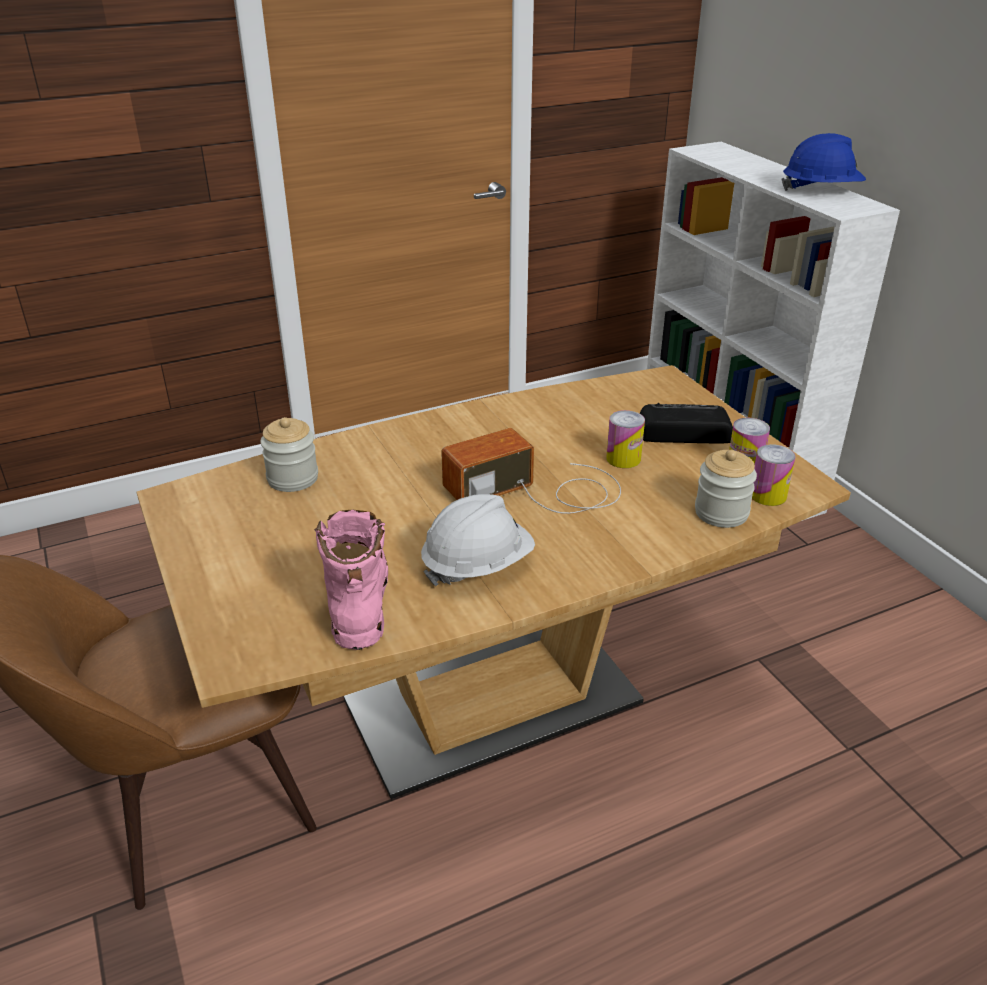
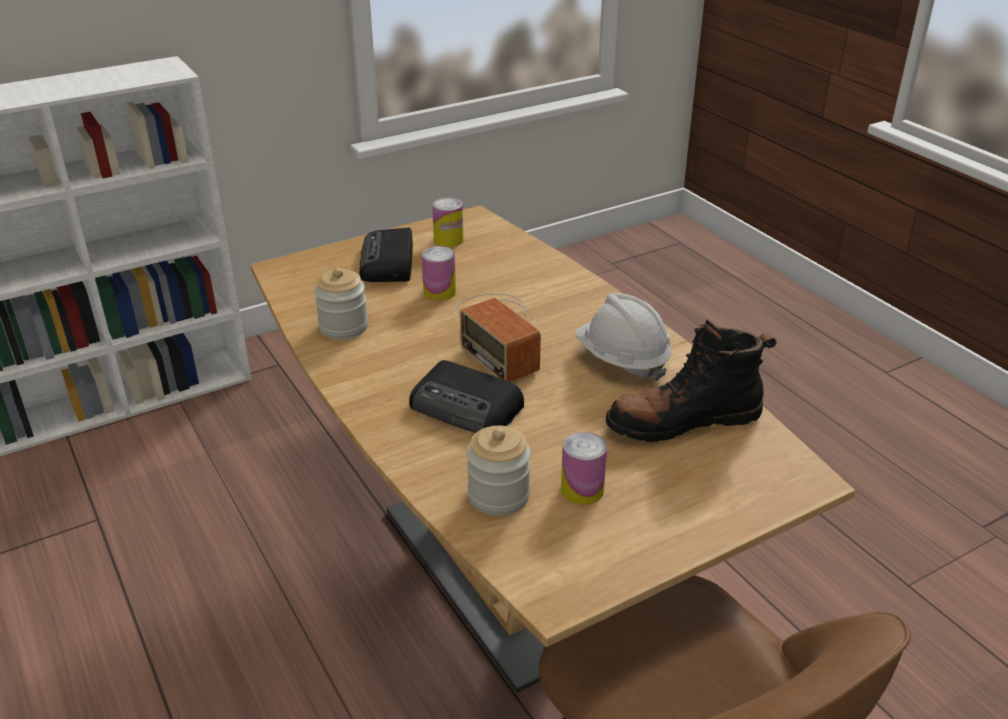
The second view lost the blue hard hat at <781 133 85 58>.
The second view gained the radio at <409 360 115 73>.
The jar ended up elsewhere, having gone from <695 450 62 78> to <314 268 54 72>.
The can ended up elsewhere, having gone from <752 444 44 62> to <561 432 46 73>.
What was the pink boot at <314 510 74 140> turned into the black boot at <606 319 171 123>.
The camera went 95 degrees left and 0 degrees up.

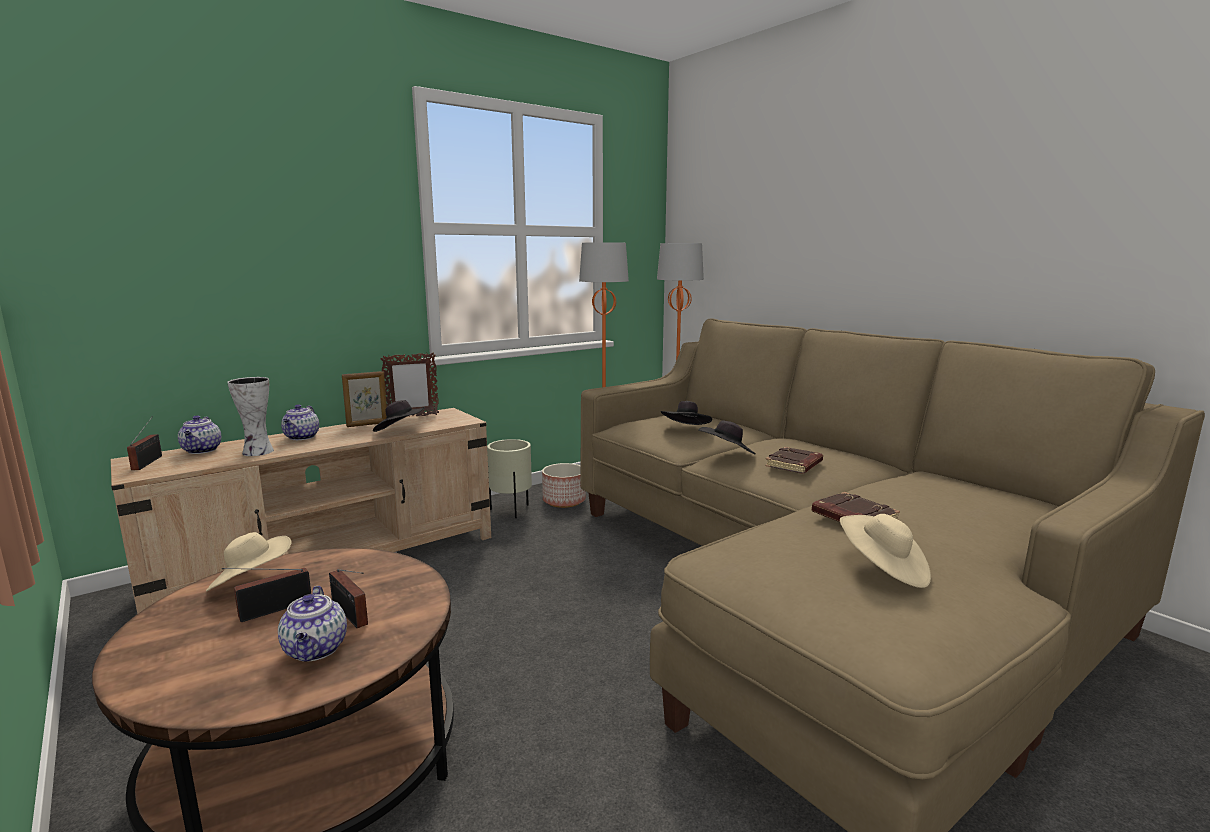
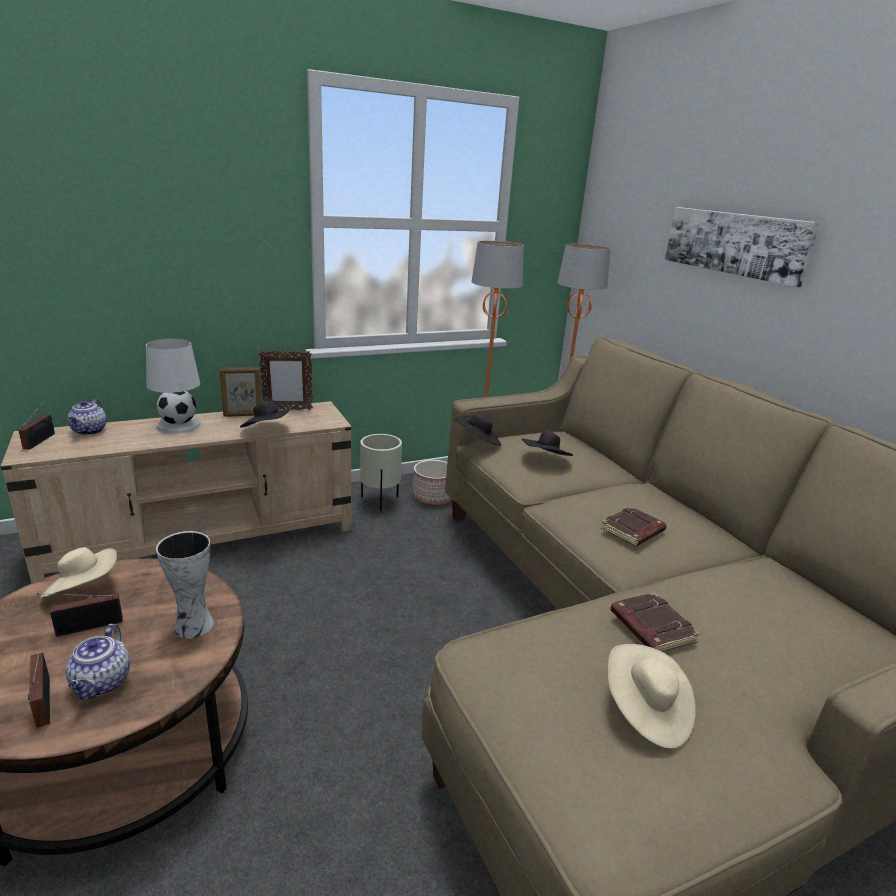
The second view gained the picture at <665 207 155 80>.
The vase ended up elsewhere, having gone from <228 377 46 79> to <156 531 58 108>.
The radio ended up elsewhere, having gone from <329 569 39 59> to <28 652 22 76>.
The black hat ended up elsewhere, having gone from <698 420 58 34> to <455 413 46 33>.
Where the teapot stood at <281 404 38 36>, the white table lamp came to stand at <146 339 55 94>.
The camera went 10 degrees right and 10 degrees up.

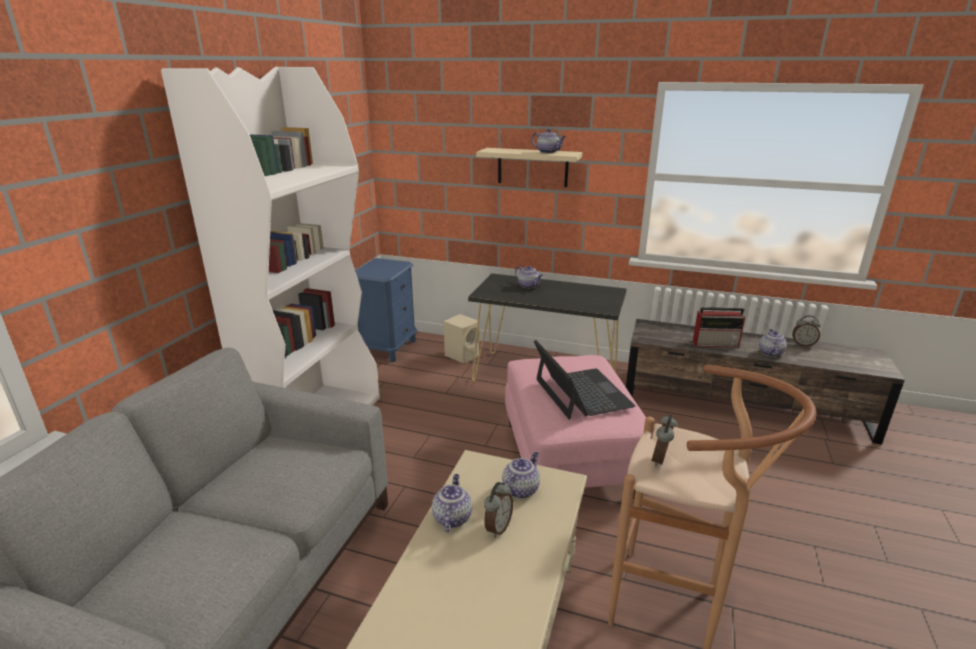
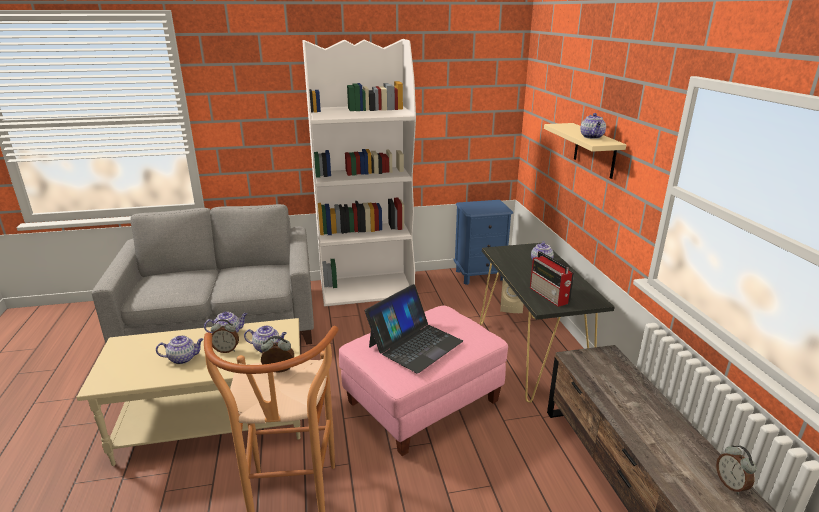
The radio ended up elsewhere, having gone from <693 307 52 40> to <530 251 44 56>.
The teapot ended up elsewhere, having gone from <759 329 28 28> to <156 336 48 28>.
The camera went 60 degrees right and 0 degrees up.

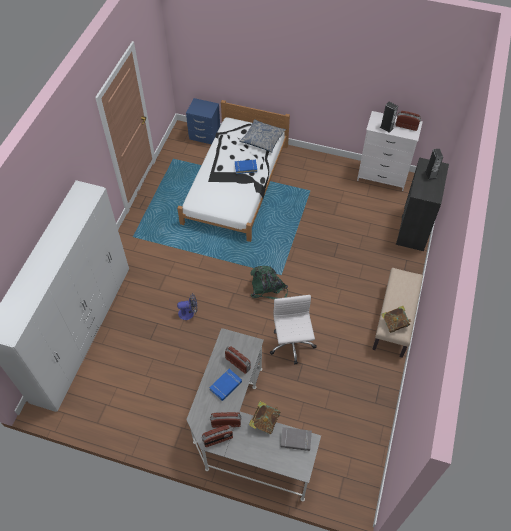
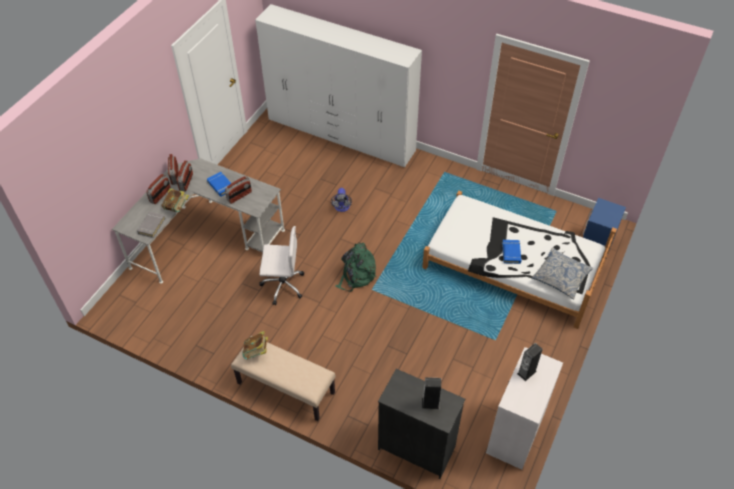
The radio ended up elsewhere, having gone from <395 111 26 20> to <146 174 25 30>.
The camera went 100 degrees right and 5 degrees down.

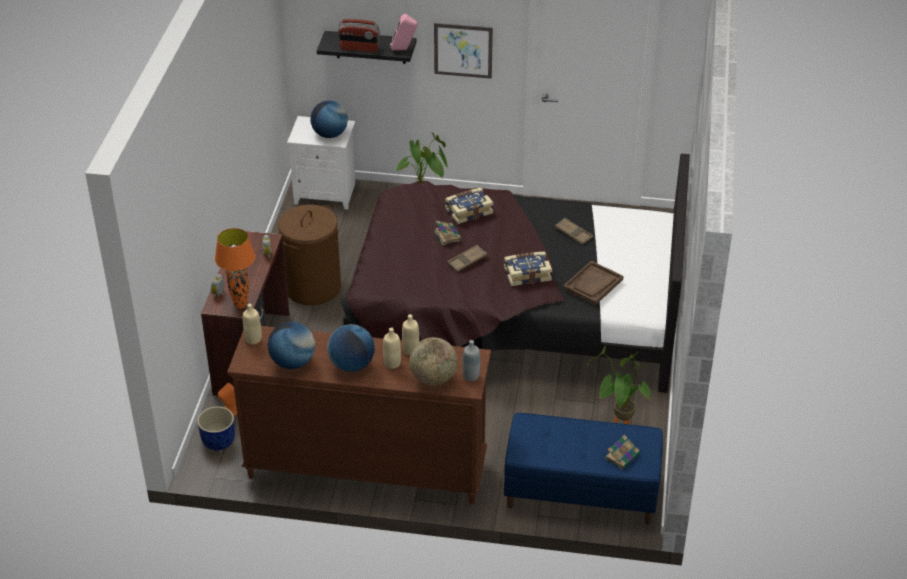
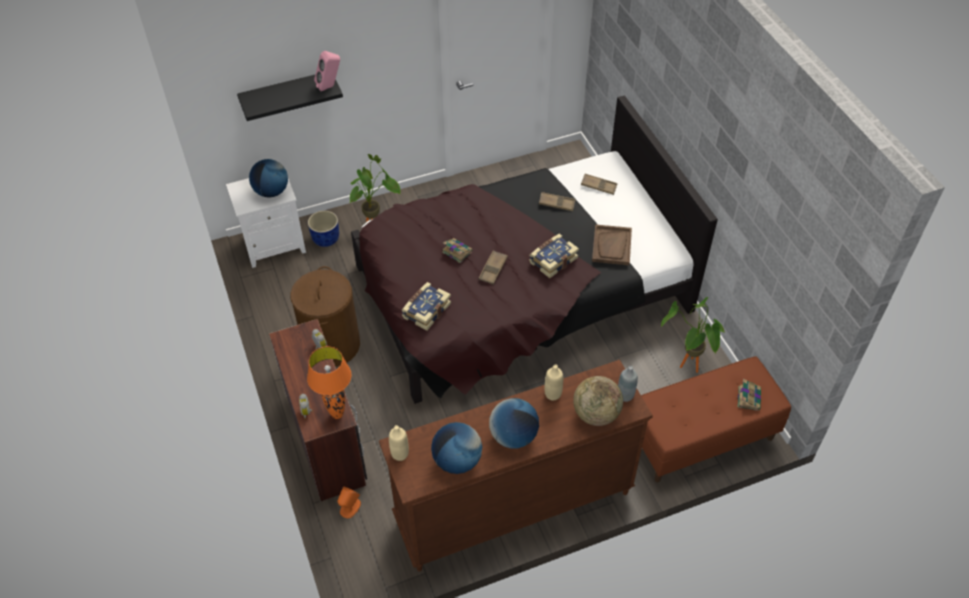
The second view lost the radio at <338 19 42 33>.
The second view lost the beige bottle at <383 327 18 42>.
The second view lost the picture at <434 23 59 56>.
The second view gained the brown tray at <581 174 37 21>.
The blue planter ended up elsewhere, having gone from <197 406 38 45> to <308 211 31 36>.
The book ended up elsewhere, having gone from <445 188 49 36> to <401 282 50 49>.
What was the blue bench at <504 413 159 112> turned into the brown bench at <641 356 150 126>.
The camera went 30 degrees left and 10 degrees up.

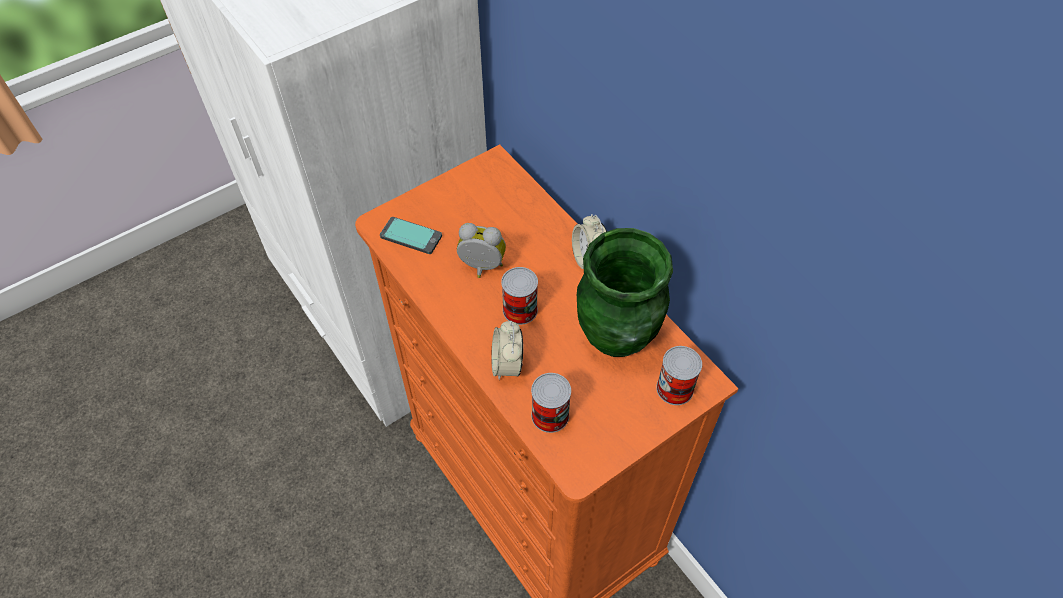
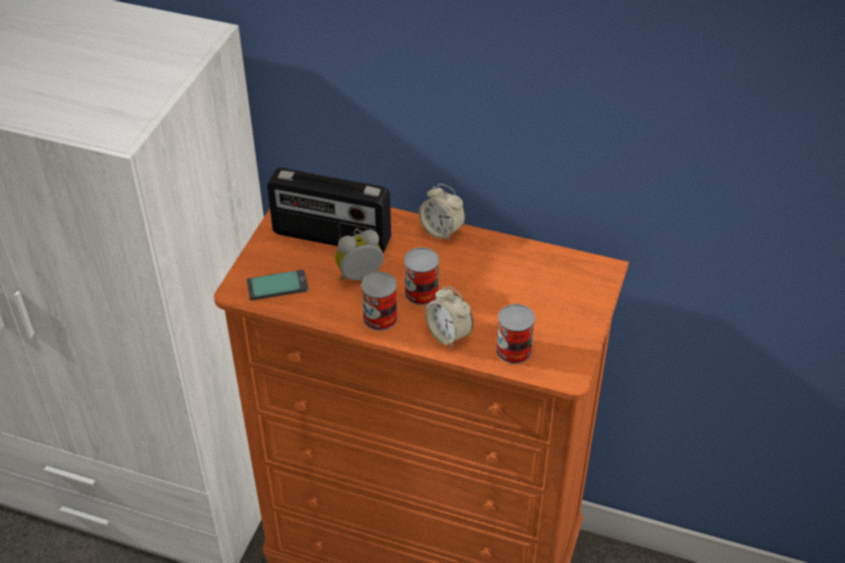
The second view lost the green vase at <577 228 96 129>.
The second view gained the radio at <267 168 124 85>.
The can ended up elsewhere, having gone from <656 346 46 59> to <361 272 37 59>.
The camera went 35 degrees left and 10 degrees down.

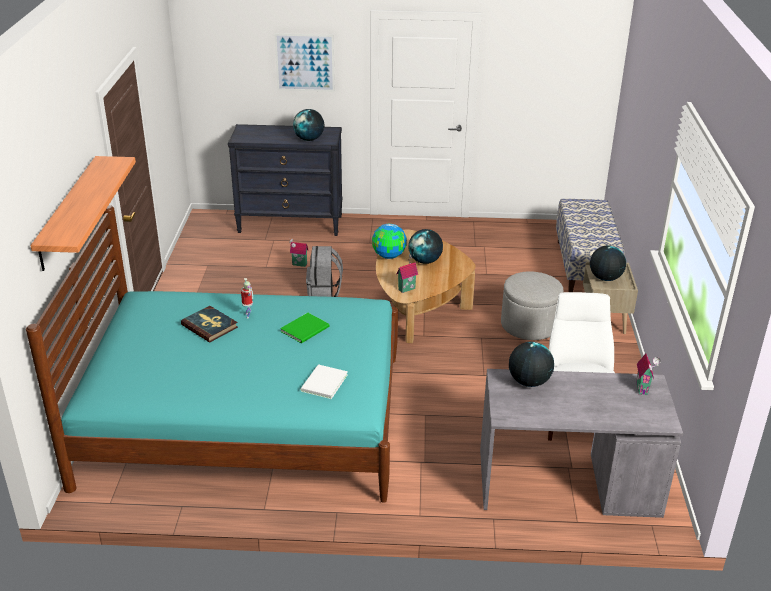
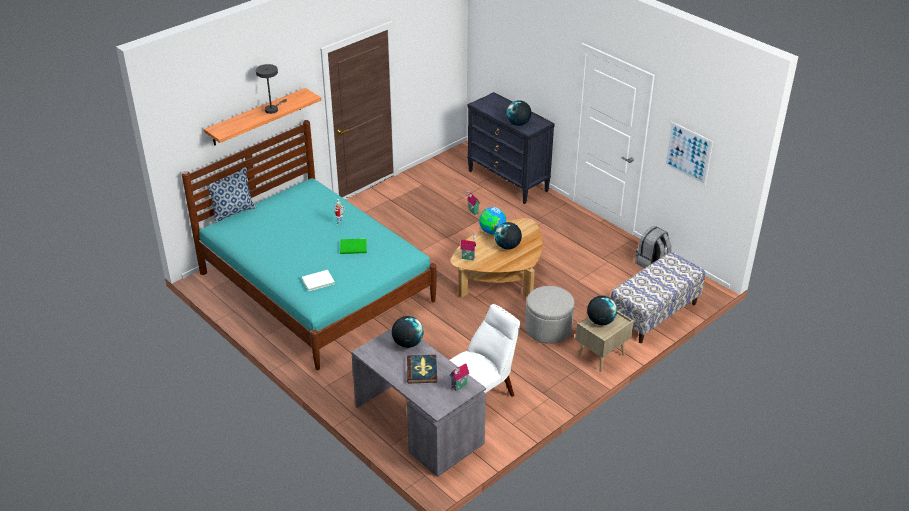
The second view gained the pillow at <206 167 51 56>.
The second view gained the grey table lamp at <256 64 31 50>.
The book ended up elsewhere, having gone from <181 306 57 36> to <407 355 30 28>.
The picture ended up elsewhere, having gone from <275 33 60 59> to <664 121 49 65>.
The grey backpack ended up elsewhere, having gone from <306 246 37 51> to <635 226 36 42>.
The camera went 45 degrees right and 5 degrees up.

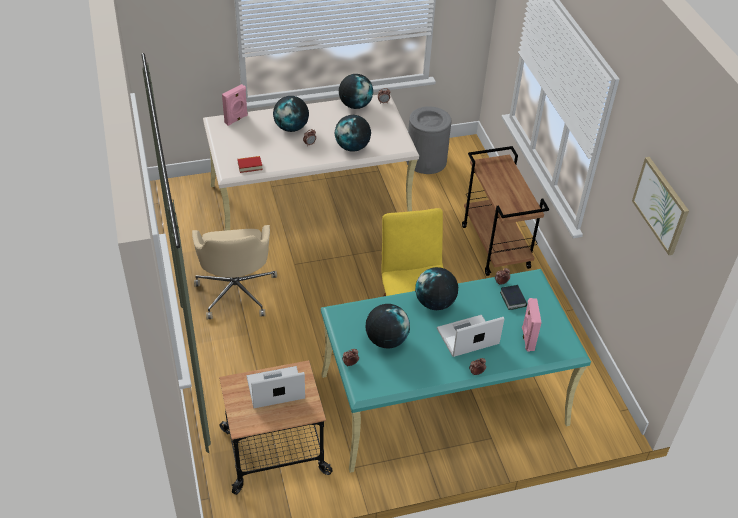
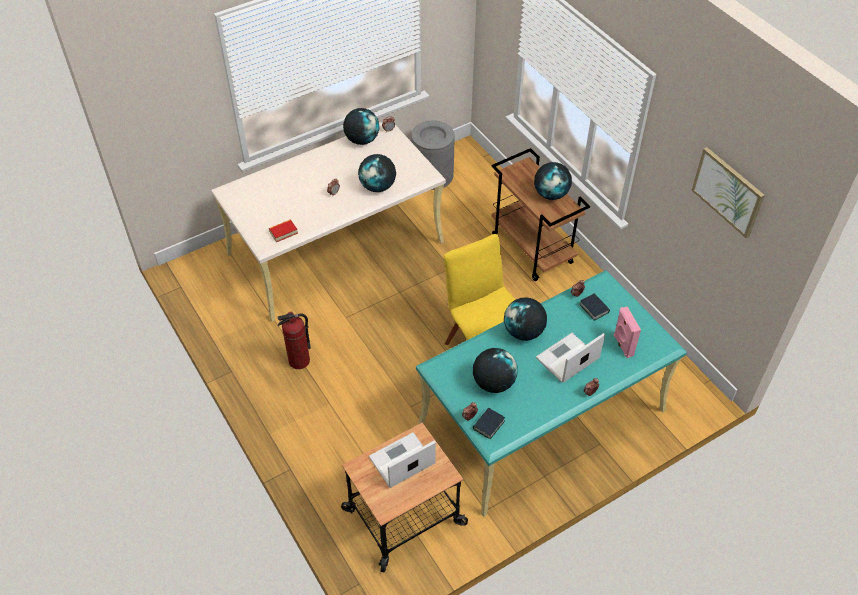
The second view lost the pink speaker at <222 84 26 42>.
The second view gained the book at <473 408 32 31>.
The globe ended up elsewhere, having gone from <273 96 36 36> to <534 162 38 38>.
Where the beige office chair stood at <192 225 85 94>, the fire extinguisher came to stand at <277 312 34 57>.
The camera went 15 degrees left and 5 degrees up.

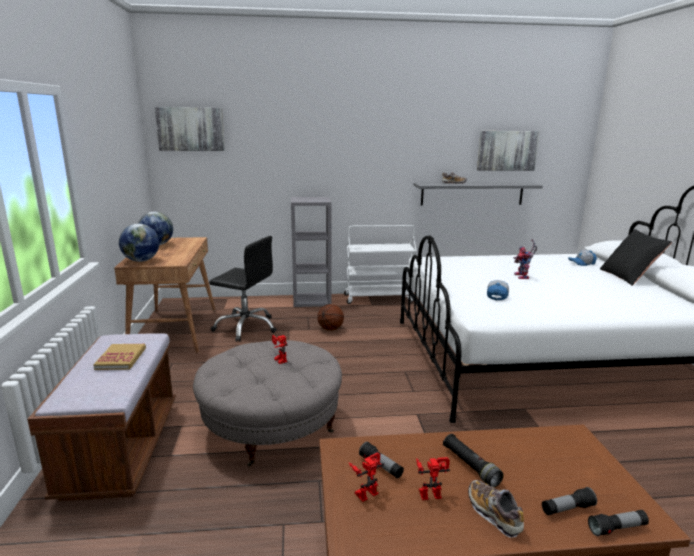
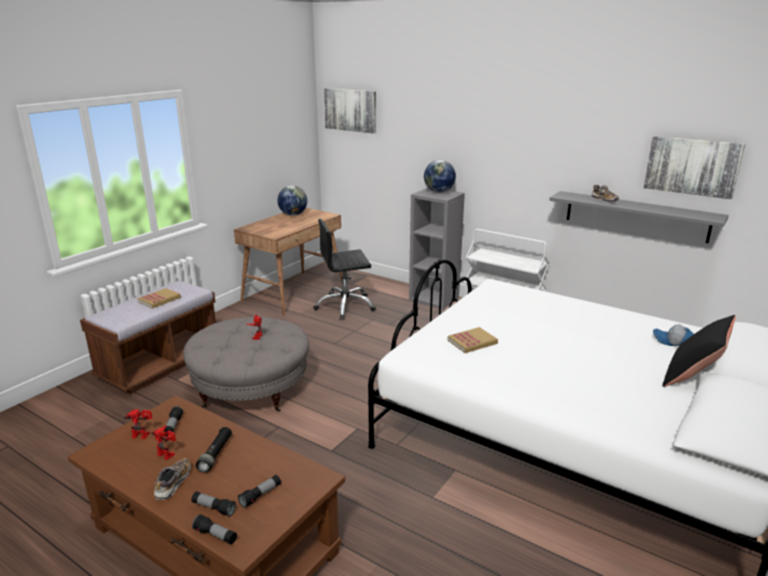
The second view lost the basketball at <317 304 27 26>.
The second view lost the toy robot at <514 239 23 40>.
The second view gained the flashlight at <238 475 43 33>.
The globe ended up elsewhere, having gone from <119 224 40 38> to <424 160 32 33>.
Where the cap stood at <487 280 22 20>, the book came to stand at <447 327 51 26>.
The black office chair at <209 236 68 106> ended up facing another way, 105 degrees clockwise from before.
The camera went 40 degrees right and 5 degrees up.

